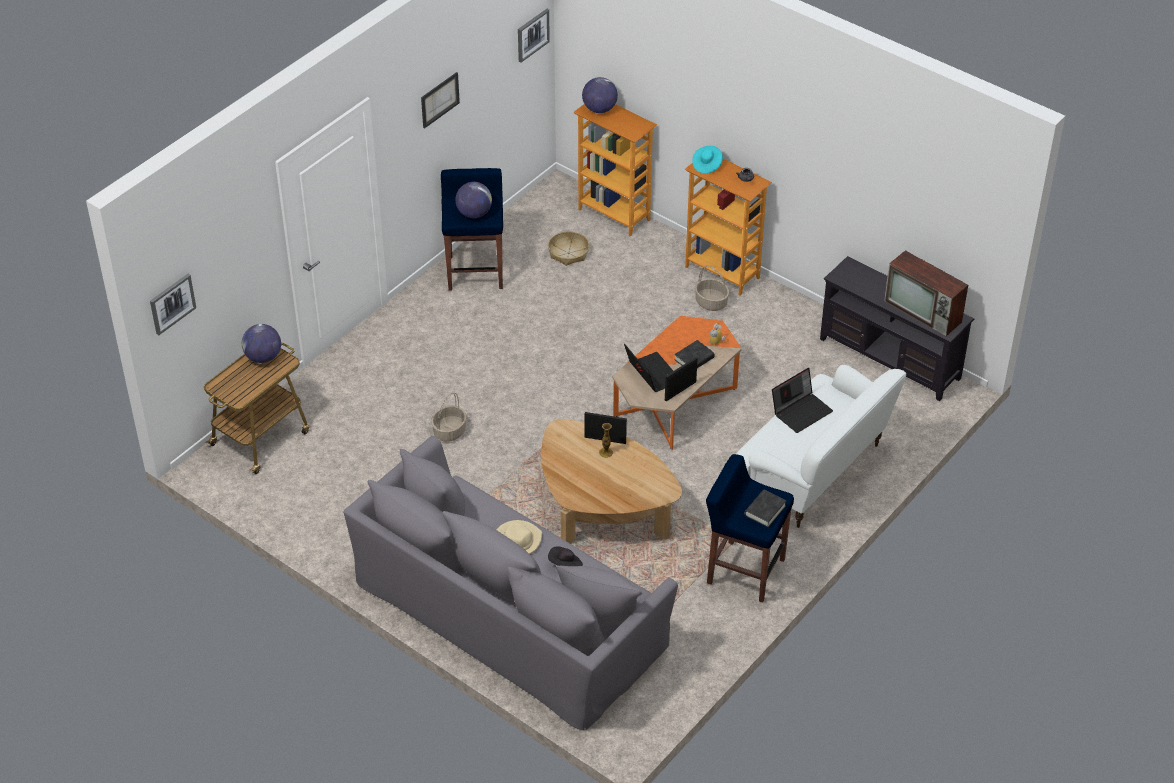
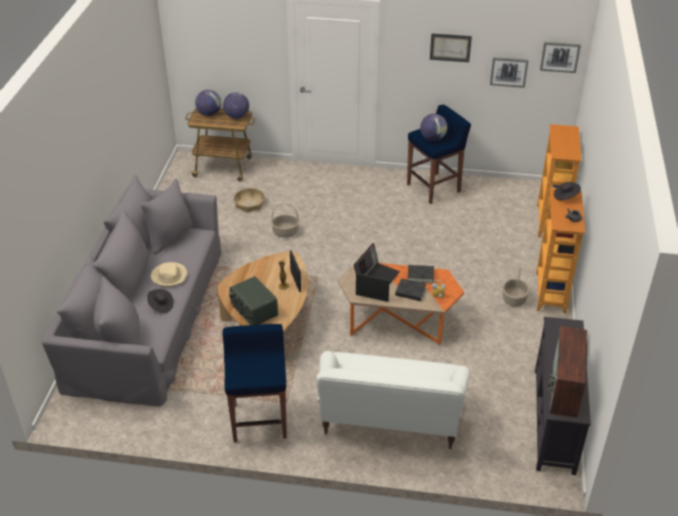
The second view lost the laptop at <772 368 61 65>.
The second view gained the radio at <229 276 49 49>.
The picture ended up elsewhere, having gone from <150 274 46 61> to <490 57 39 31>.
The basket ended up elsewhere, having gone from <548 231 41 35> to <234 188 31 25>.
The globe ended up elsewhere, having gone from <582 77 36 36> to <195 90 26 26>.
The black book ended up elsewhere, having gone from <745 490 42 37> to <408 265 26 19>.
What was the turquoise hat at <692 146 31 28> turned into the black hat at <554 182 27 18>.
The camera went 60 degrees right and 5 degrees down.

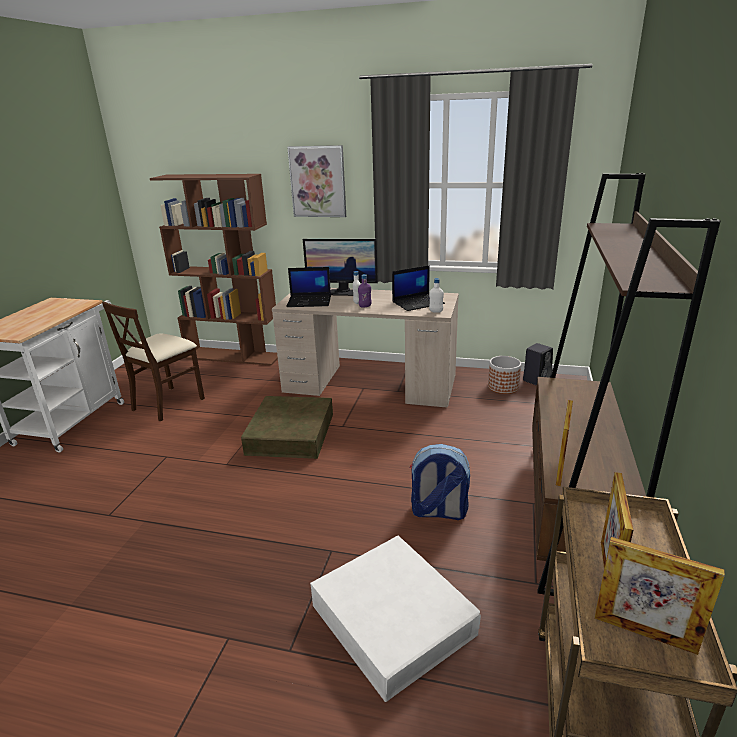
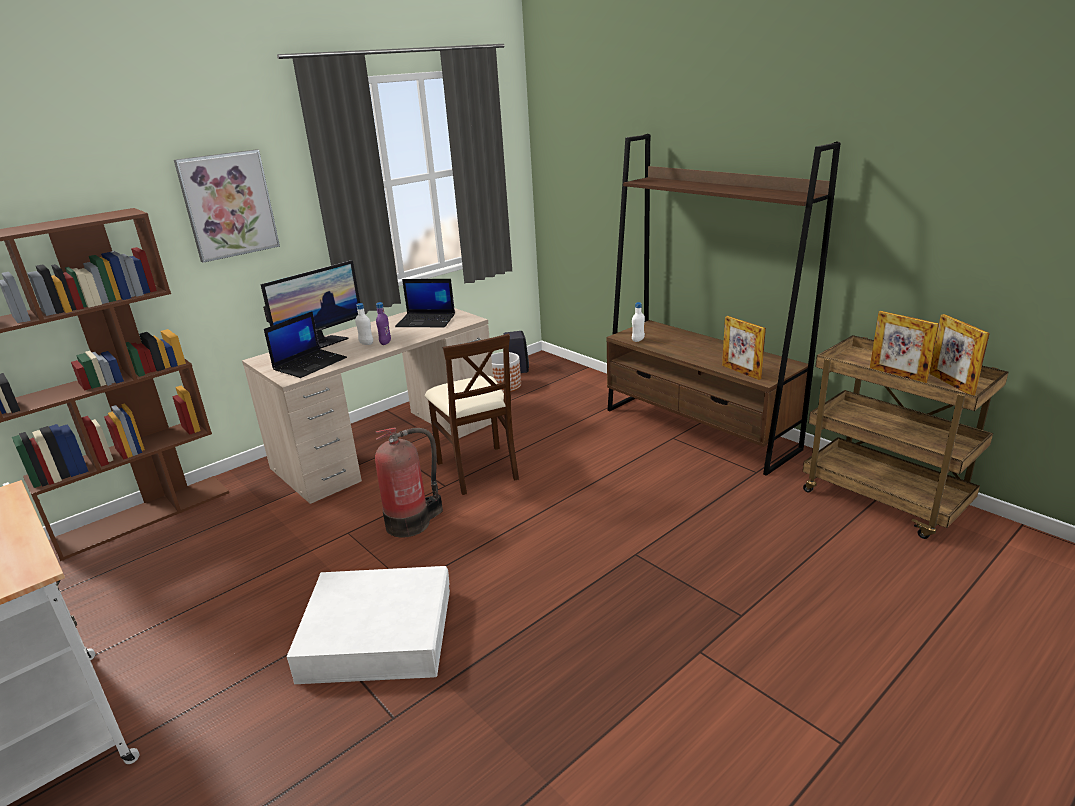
The second view lost the backpack at <410 444 60 76>.
The beige chair ended up elsewhere, having gone from <102 302 103 120> to <425 334 94 161>.
The white storage box ended up elsewhere, having gone from <310 536 171 166> to <286 566 164 118>.
The white bottle ended up elsewhere, having gone from <429 278 15 35> to <632 302 13 40>.
Where the brown storage box stood at <241 396 92 63>, the fire extinguisher came to stand at <375 427 68 111>.
The laptop at <392 265 53 46> ended up facing another way, 90 degrees clockwise from before.
The picture frame at <594 537 131 118> ended up facing another way, 105 degrees clockwise from before.
The camera went 55 degrees left and 0 degrees up.

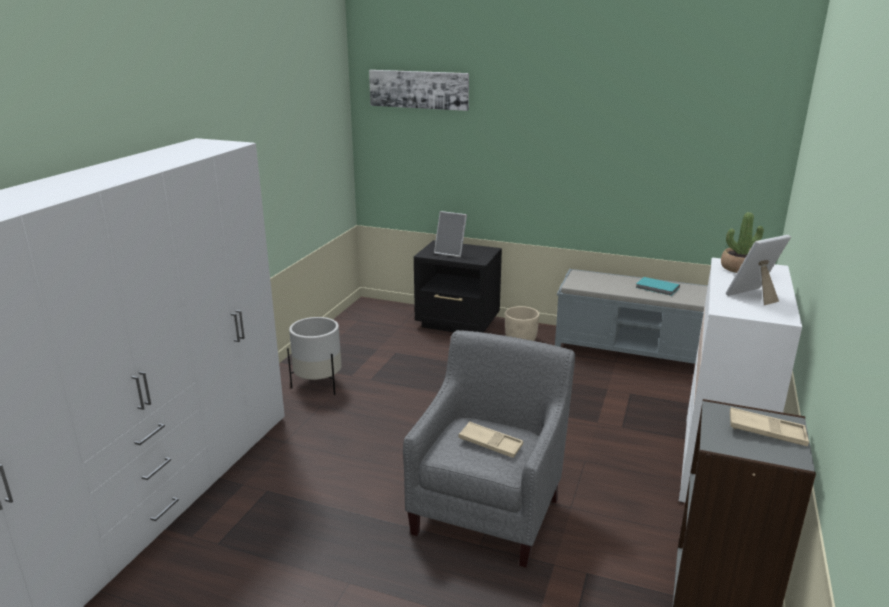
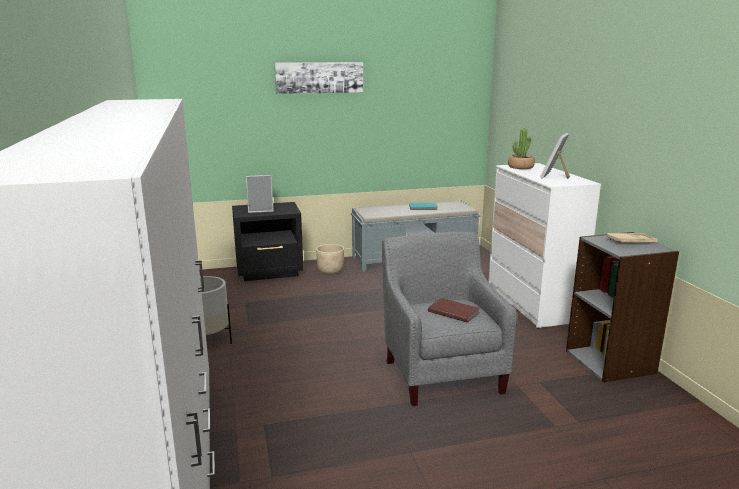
The picture ended up elsewhere, having gone from <369 70 100 41> to <275 62 88 32>.
Where the beige tray stood at <458 421 65 37>, the brown book came to stand at <428 298 52 25>.
The camera went 35 degrees left and 5 degrees down.

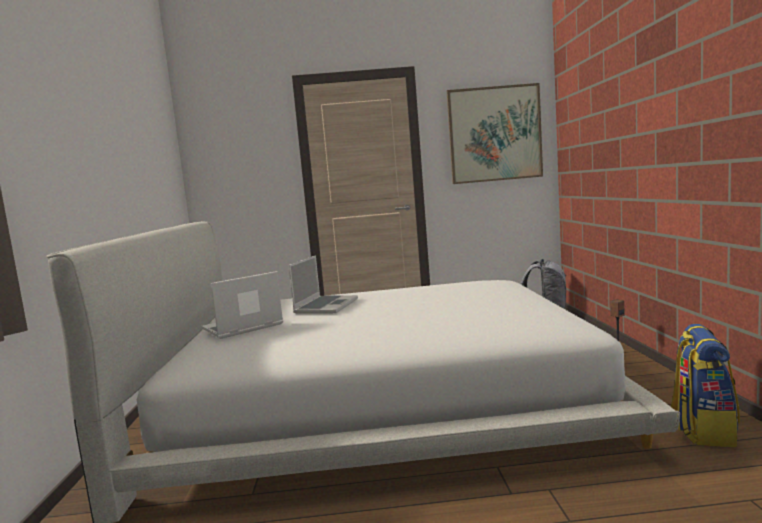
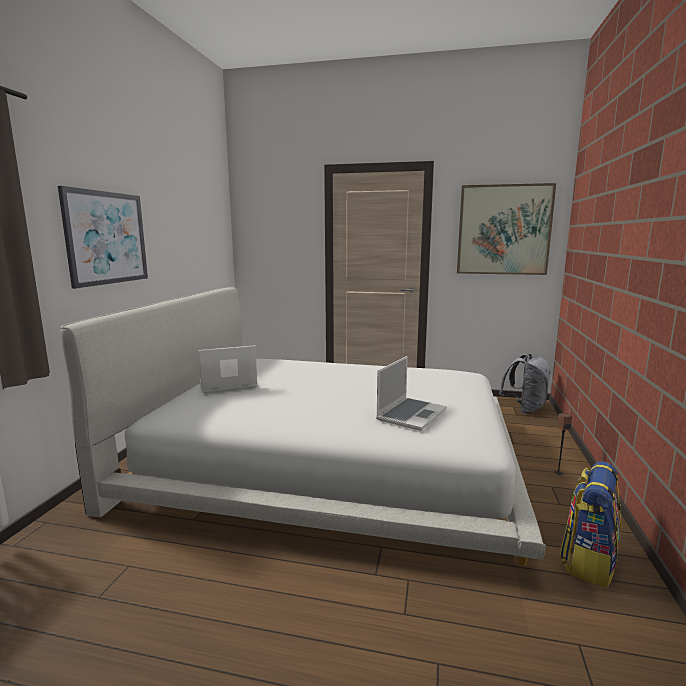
The second view gained the picture at <58 186 90 103>.
The laptop ended up elsewhere, having gone from <288 255 70 59> to <376 356 71 75>.
The camera went 15 degrees right and 5 degrees up.

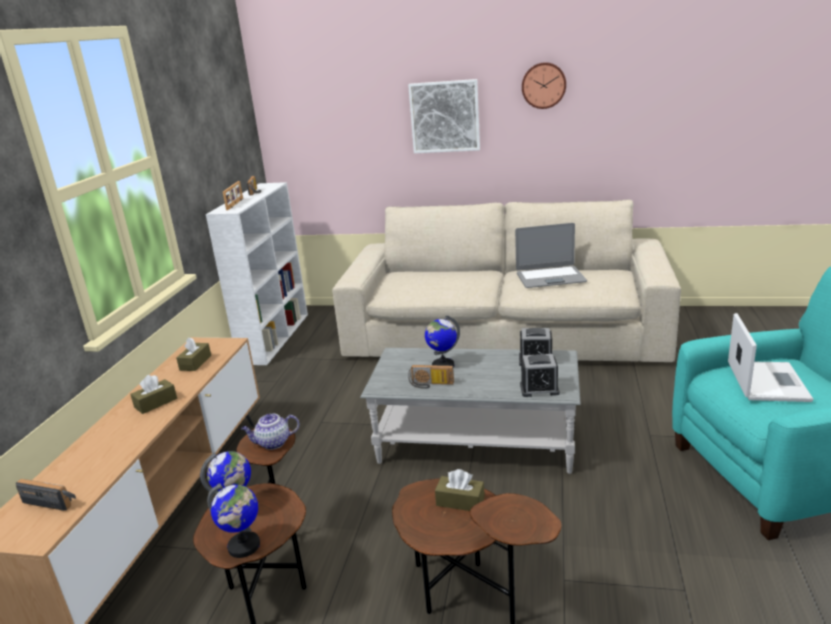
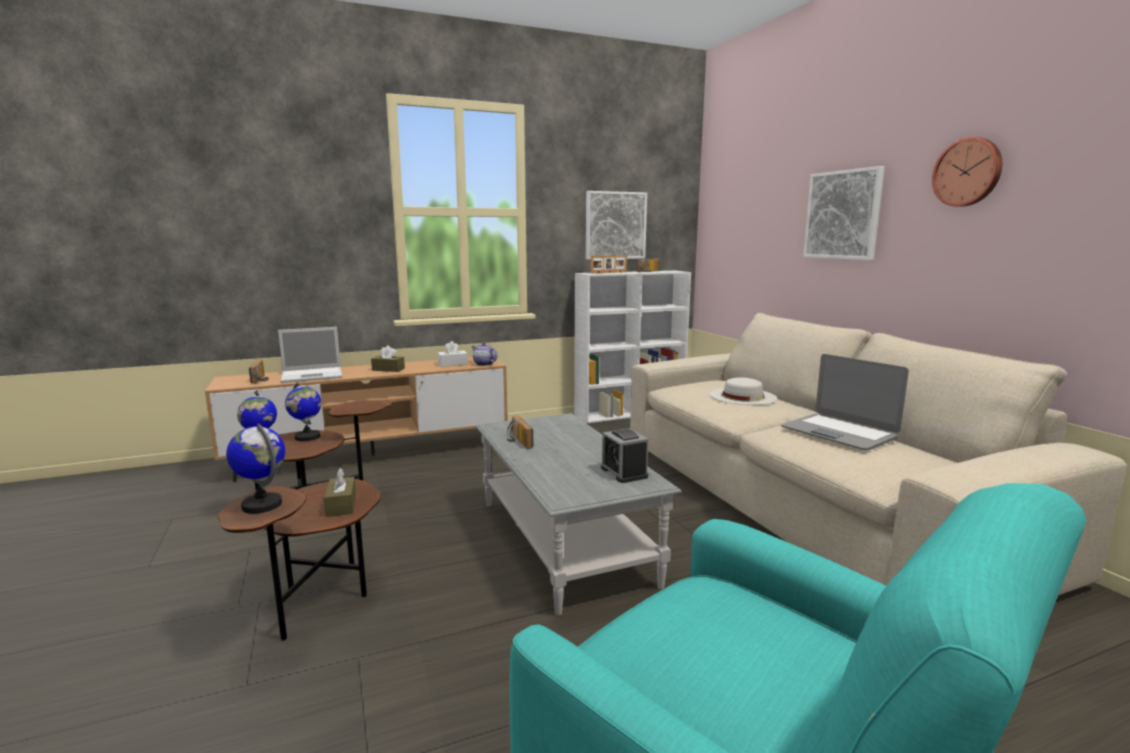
The second view lost the alarm clock at <520 354 40 43>.
The second view gained the picture at <586 191 61 69>.
The second view gained the white hat at <710 377 67 28>.
The teapot ended up elsewhere, having gone from <241 414 59 36> to <471 342 26 24>.
The globe ended up elsewhere, having gone from <425 315 35 53> to <226 423 59 91>.
The laptop ended up elsewhere, having gone from <728 313 86 89> to <278 327 64 56>.
What was the brown tissue box at <176 337 35 34> turned into the white tissue box at <438 341 30 26>.
The camera went 55 degrees right and 10 degrees down.

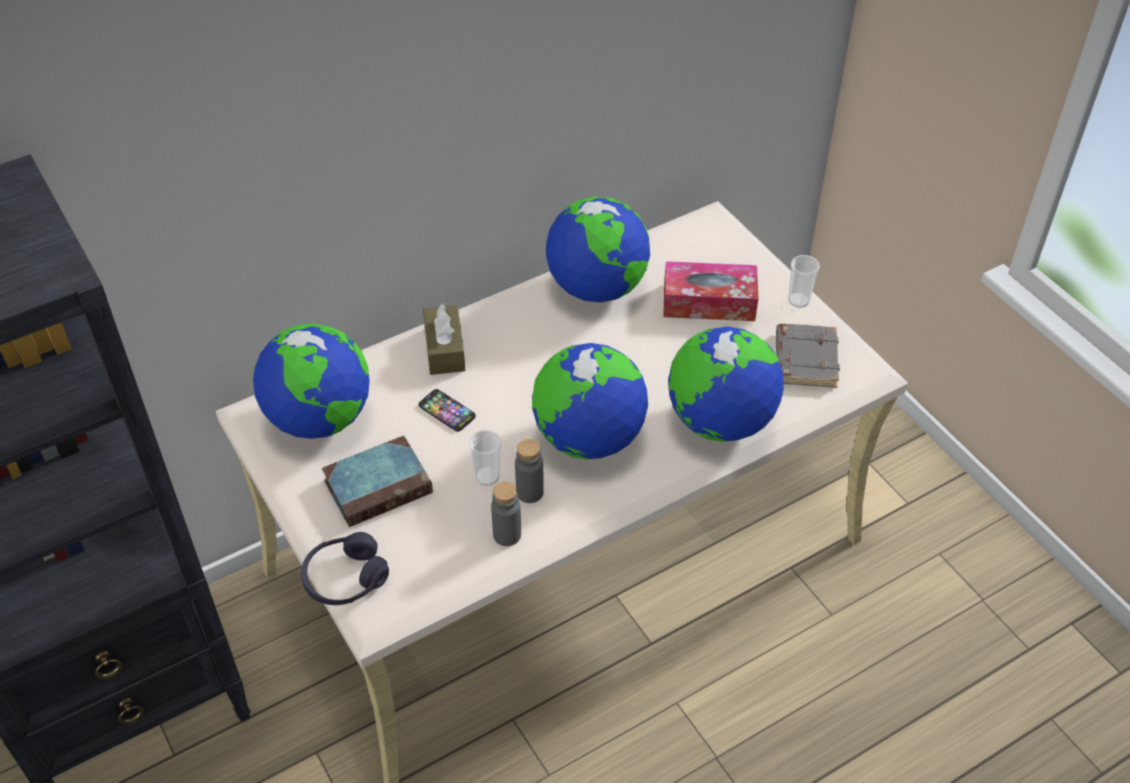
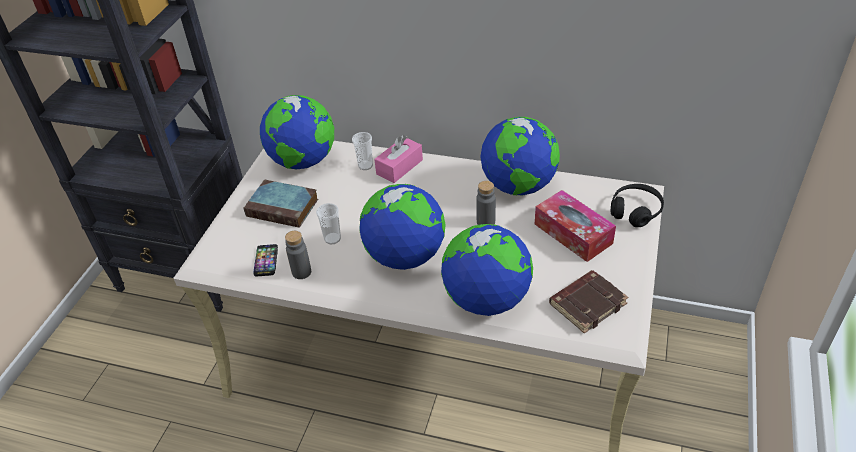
The second view lost the purple headphones at <301 532 88 73>.
The second view gained the black headphones at <611 184 53 43>.
The phone ended up elsewhere, having gone from <418 389 58 43> to <253 244 25 32>.
The grey bottle ended up elsewhere, having gone from <515 439 29 64> to <476 181 20 44>.
The cup ended up elsewhere, having gone from <788 255 32 53> to <352 132 21 38>.
What was the brown tissue box at <423 303 42 72> turned into the pink tissue box at <374 135 49 48>.
What was the grey book at <776 324 64 64> turned into the brown book at <549 270 79 64>.
The camera went 50 degrees right and 5 degrees down.

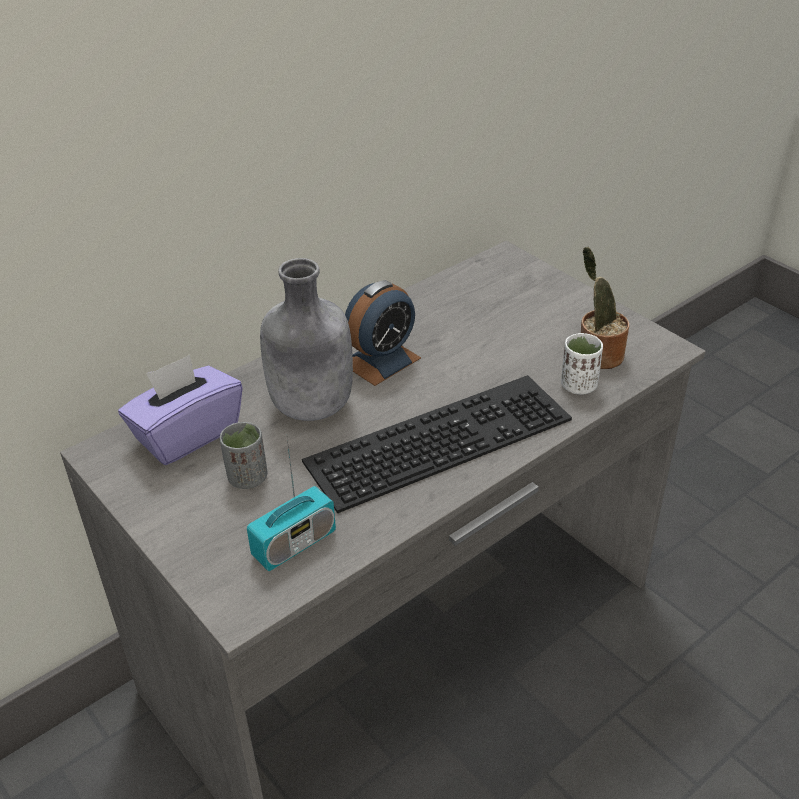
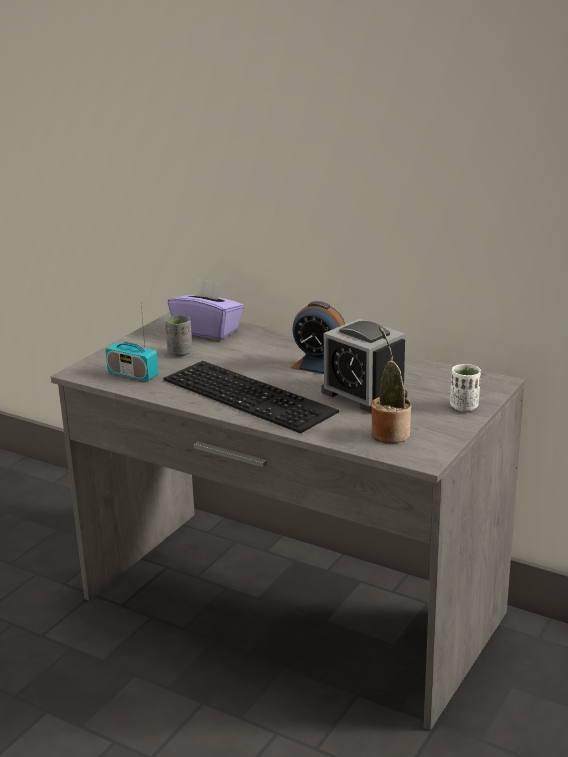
The second view lost the grey bottle at <260 258 93 163>.
The second view gained the alarm clock at <321 319 86 94>.
The white cup ended up elsewhere, having gone from <561 333 42 62> to <450 364 31 48>.
The camera went 70 degrees right and 15 degrees down.

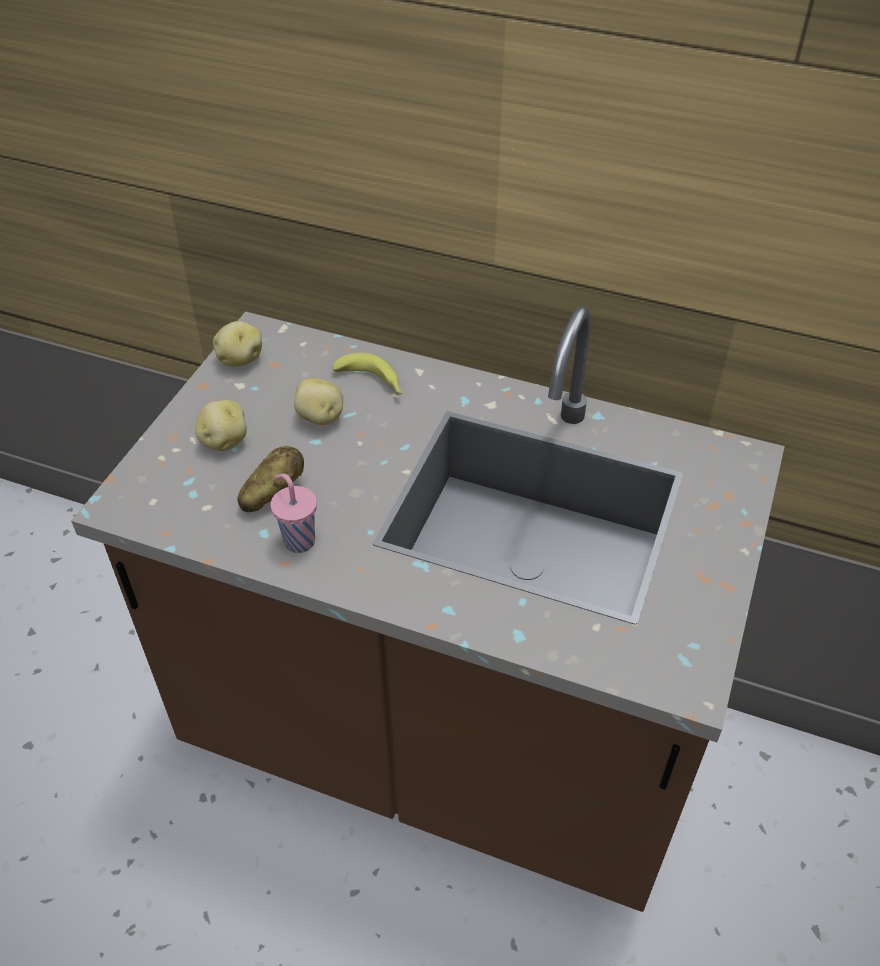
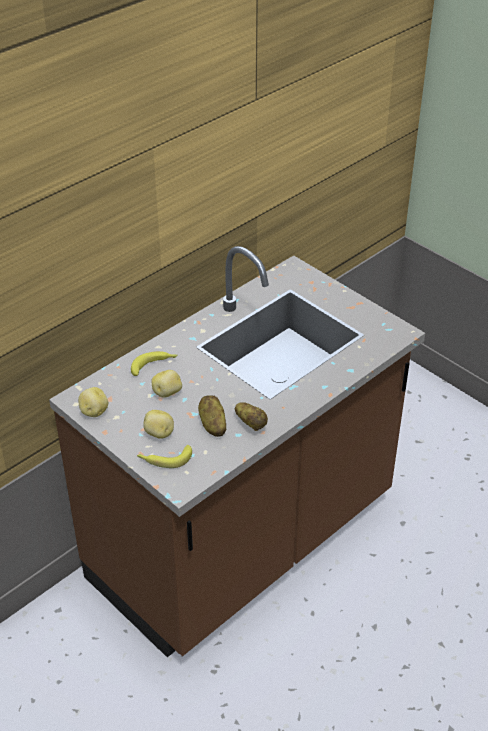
The second view gained the banana at <137 445 55 23>.
Where the pink cup stood at <271 473 46 80>, the potato came to stand at <235 402 33 29>.
The camera went 65 degrees left and 5 degrees down.

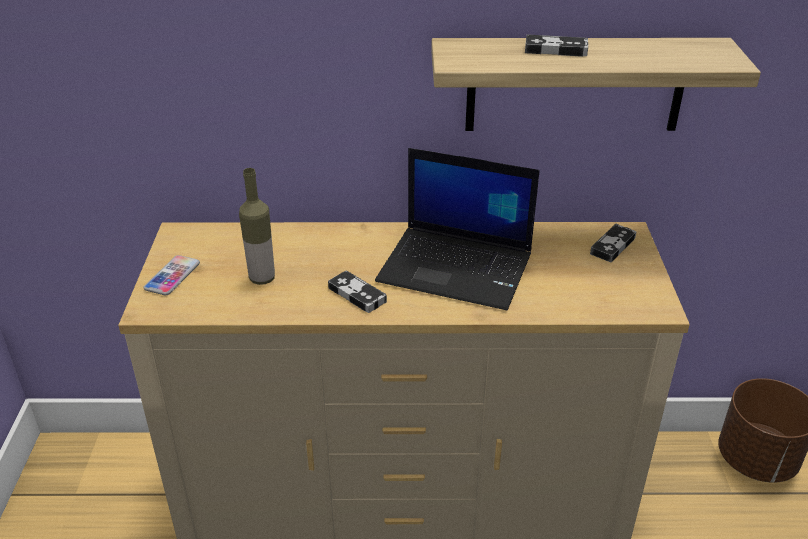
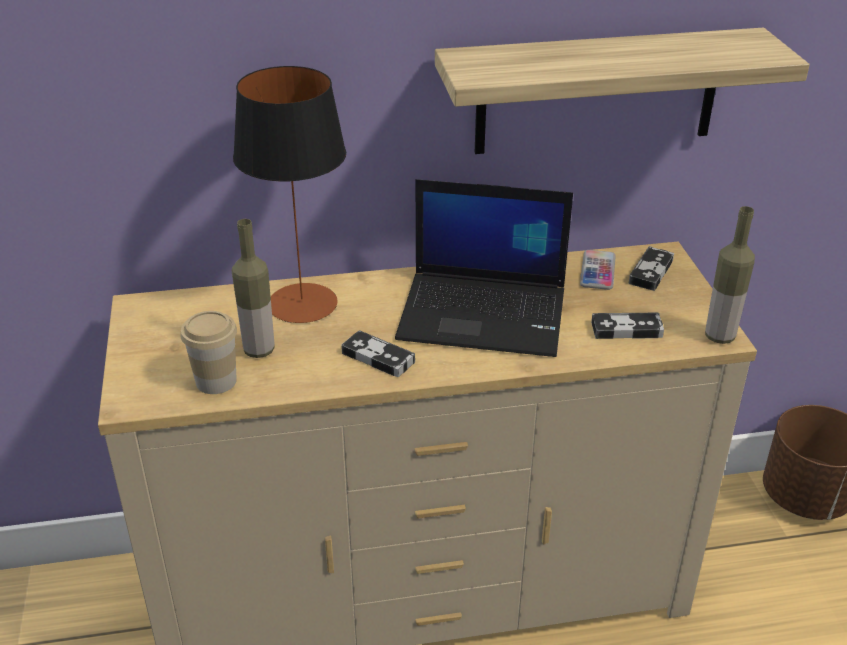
The second view gained the cup at <181 311 56 83>.
The second view gained the table lamp at <233 66 113 257>.
The second view gained the bottle at <705 206 50 138>.
The phone ended up elsewhere, having gone from <143 255 57 40> to <580 250 36 40>.
The game controller ended up elsewhere, having gone from <525 34 63 23> to <591 313 73 26>.
The camera went 10 degrees left and 0 degrees up.

